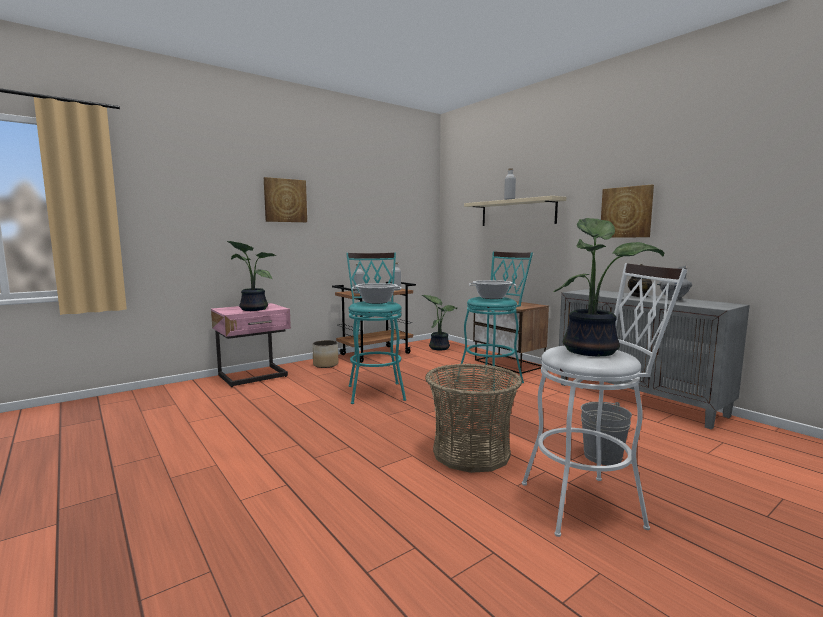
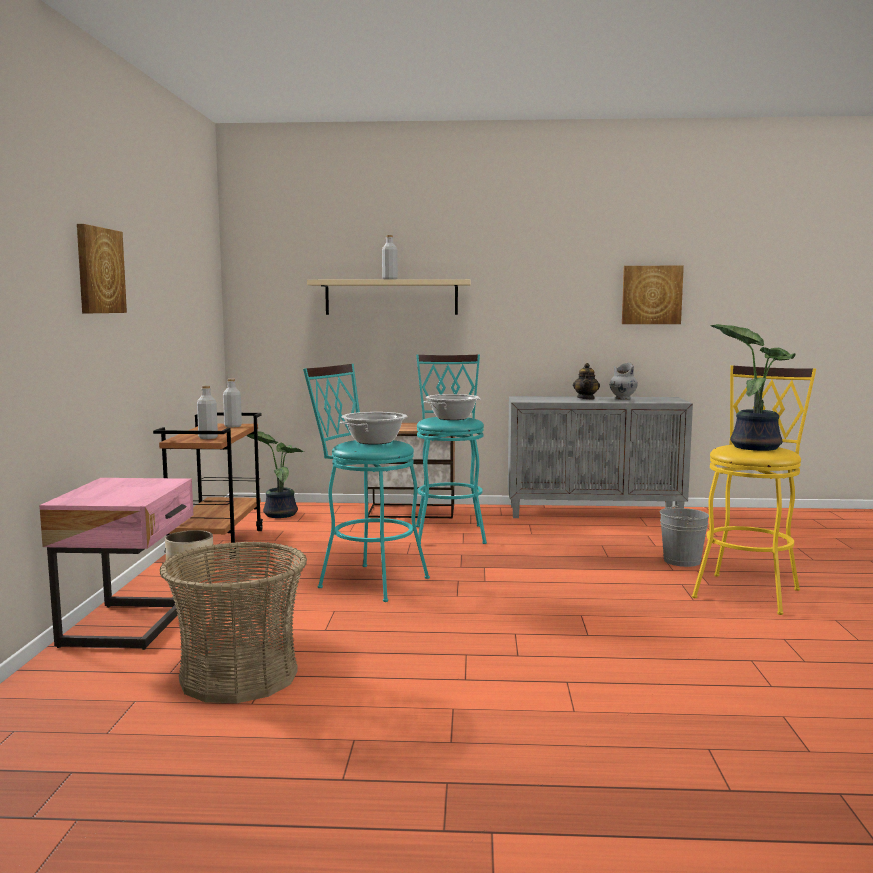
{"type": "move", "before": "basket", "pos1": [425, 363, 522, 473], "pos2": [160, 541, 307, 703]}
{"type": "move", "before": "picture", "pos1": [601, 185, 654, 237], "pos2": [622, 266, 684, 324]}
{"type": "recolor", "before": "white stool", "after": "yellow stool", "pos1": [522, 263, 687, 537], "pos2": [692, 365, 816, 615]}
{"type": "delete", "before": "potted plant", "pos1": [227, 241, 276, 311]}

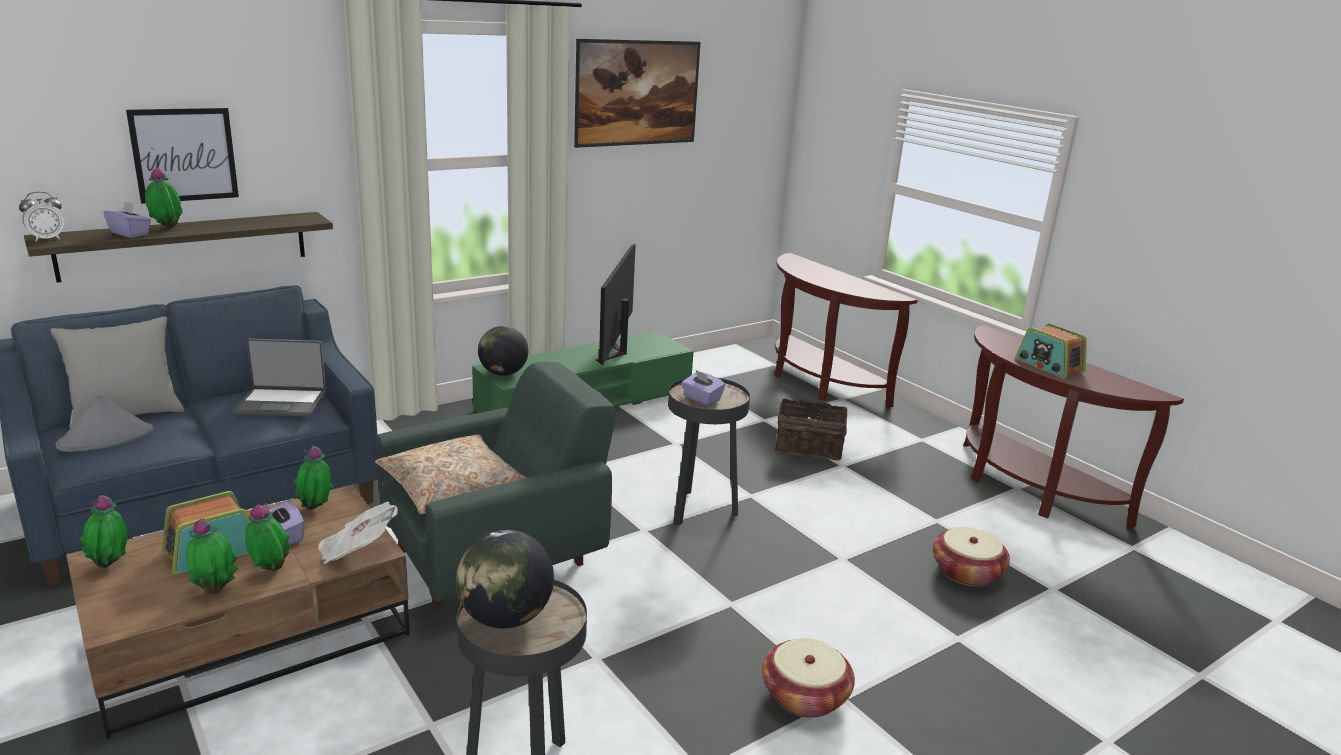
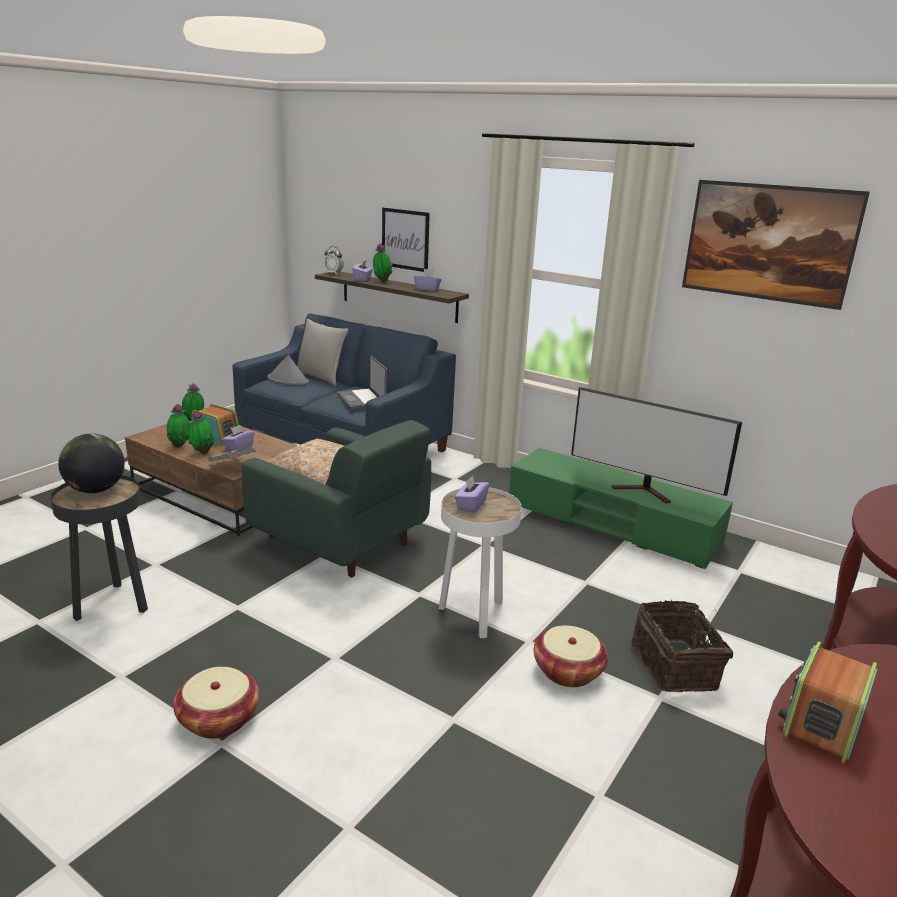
{"type": "insert", "after": "purple tissue box", "pos2": [414, 269, 441, 291]}
{"type": "recolor", "before": "black side table", "after": "white side table", "pos1": [668, 378, 750, 525], "pos2": [439, 488, 522, 638]}
{"type": "move", "before": "basket", "pos1": [933, 527, 1010, 586], "pos2": [534, 625, 608, 687]}
{"type": "rotate", "before": "television", "pos1": [596, 244, 636, 365], "pos2": [571, 387, 742, 503], "turn": -135}
{"type": "delete", "before": "potted plant", "pos1": [294, 446, 334, 510]}
{"type": "delete", "before": "globe", "pos1": [478, 326, 529, 376]}

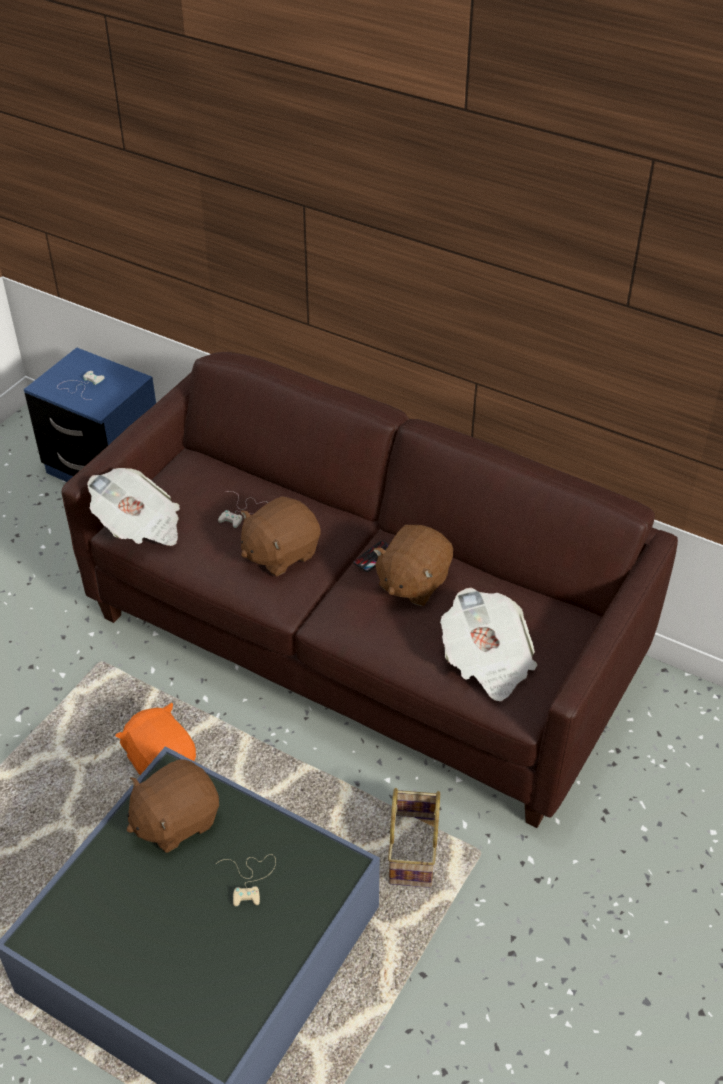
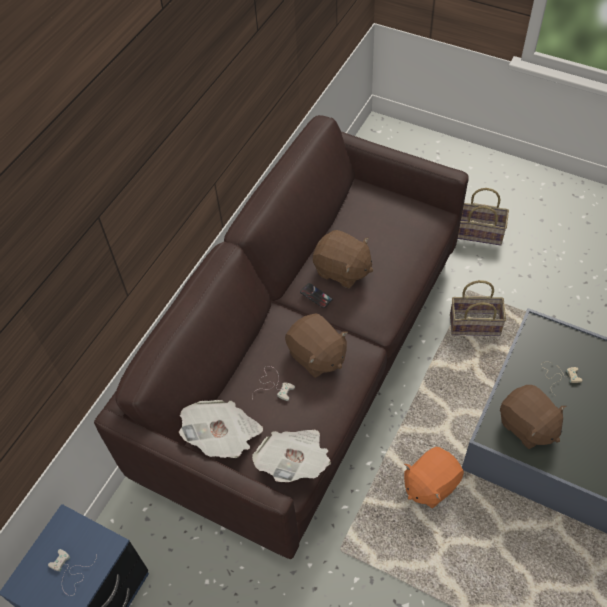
{"type": "move", "before": "newspaper", "pos1": [440, 588, 537, 701], "pos2": [179, 400, 263, 458]}
{"type": "insert", "after": "basket", "pos2": [458, 188, 509, 245]}

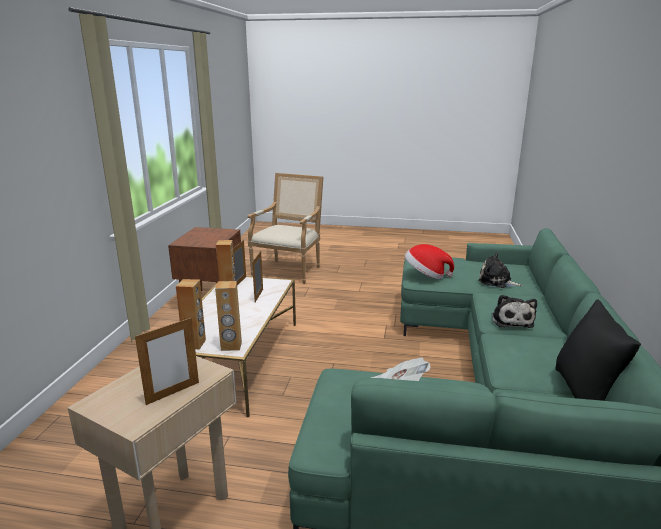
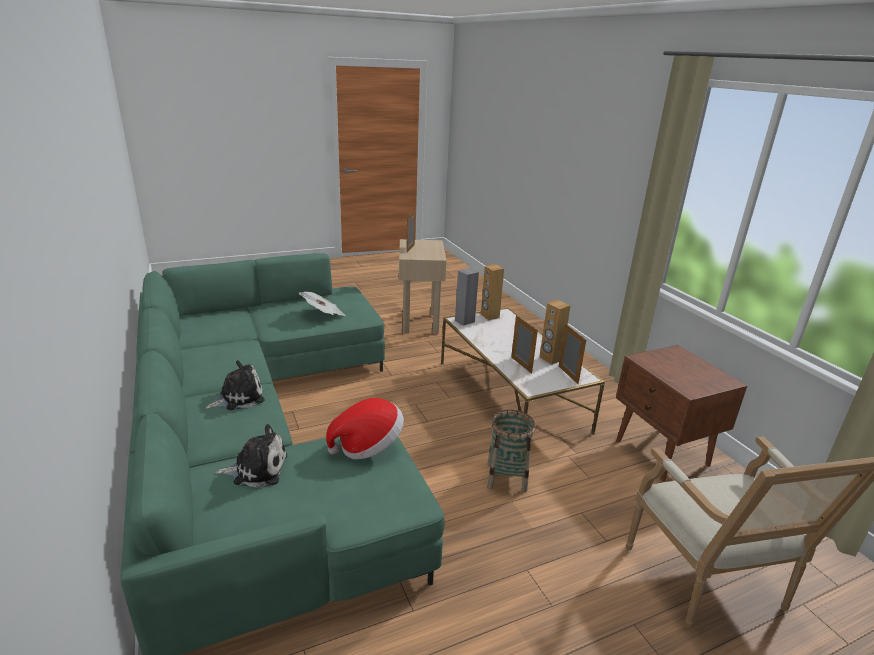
{"type": "rotate", "before": "plush toy", "pos1": [492, 295, 537, 328], "pos2": [205, 360, 265, 410], "turn": 90}
{"type": "recolor", "before": "brown speaker", "after": "grey speaker", "pos1": [215, 281, 242, 351], "pos2": [455, 268, 479, 326]}
{"type": "insert", "after": "basket", "pos2": [487, 409, 535, 492]}
{"type": "delete", "before": "black pillow", "pos1": [555, 300, 641, 401]}

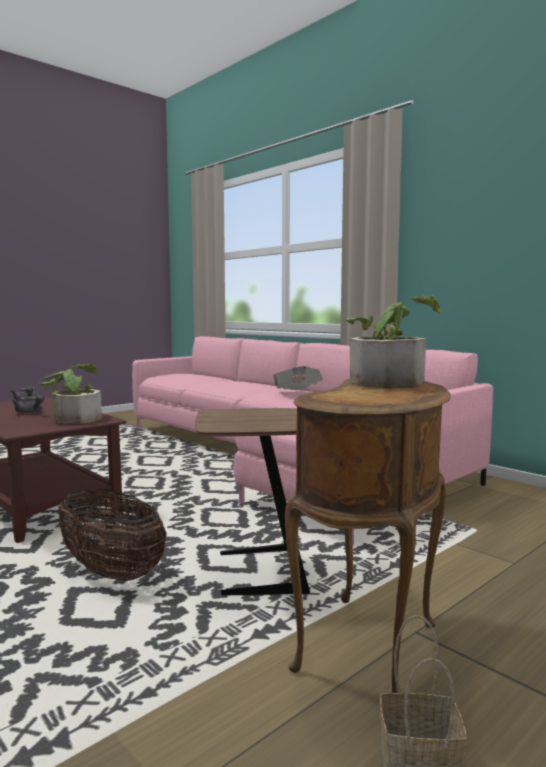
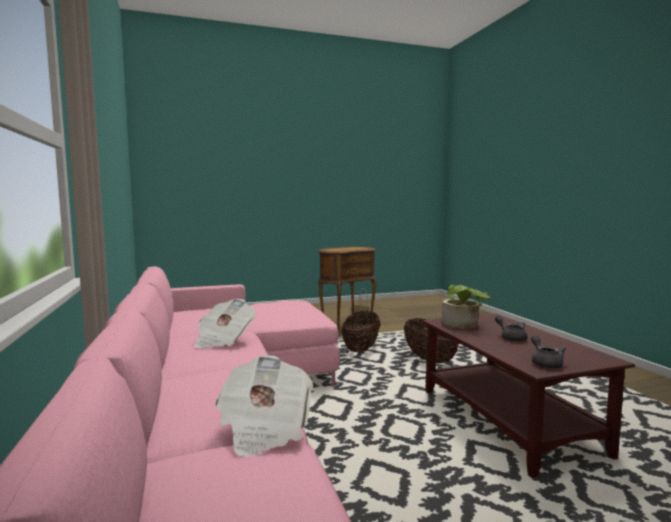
{"type": "insert", "after": "newspaper", "pos2": [216, 355, 313, 457]}
{"type": "replace", "before": "brown side table", "after": "basket", "pos1": [195, 408, 310, 596], "pos2": [341, 311, 381, 352]}
{"type": "delete", "before": "potted plant", "pos1": [345, 296, 441, 389]}

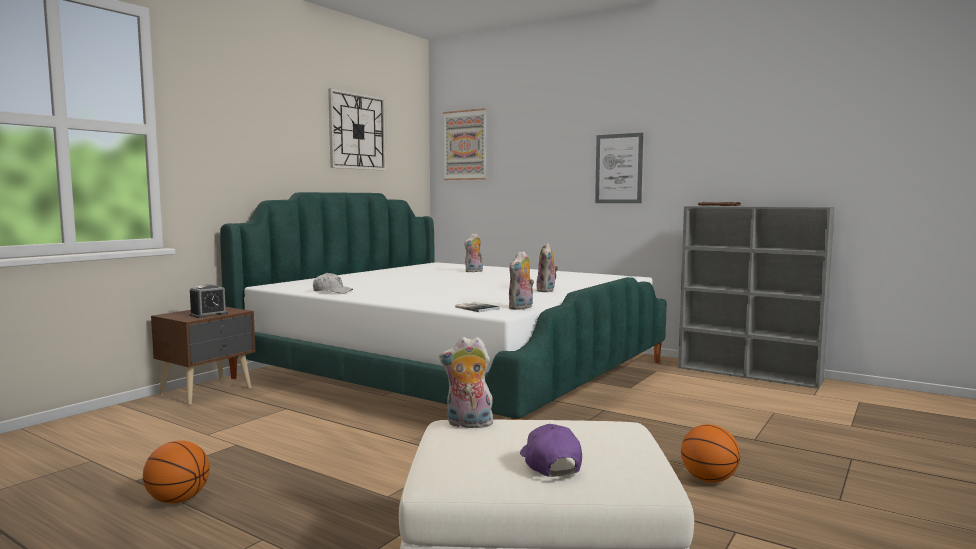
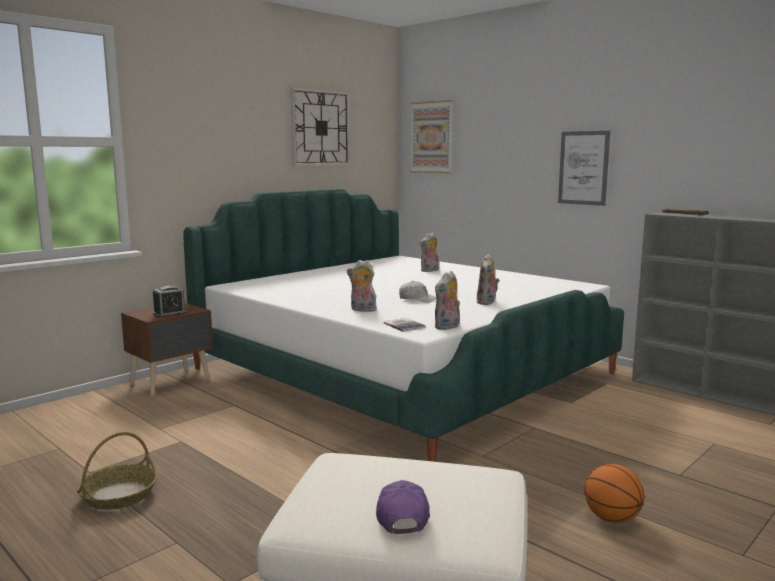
{"type": "replace", "before": "basketball", "after": "basket", "pos1": [143, 440, 210, 503], "pos2": [76, 432, 158, 510]}
{"type": "move", "before": "plush toy", "pos1": [439, 337, 495, 428], "pos2": [347, 260, 377, 312]}
{"type": "move", "before": "white cap", "pos1": [313, 273, 353, 294], "pos2": [399, 281, 436, 303]}

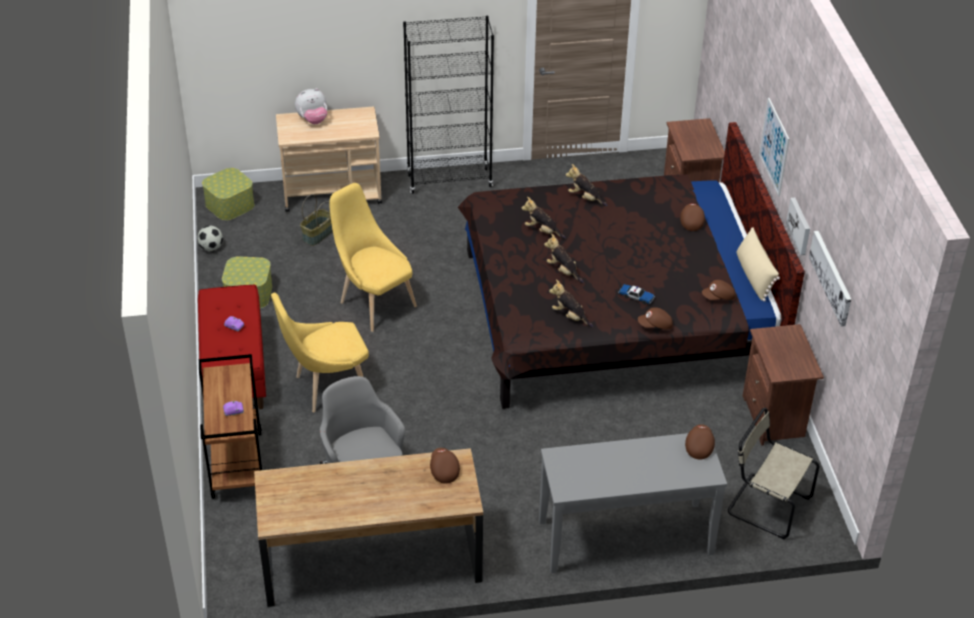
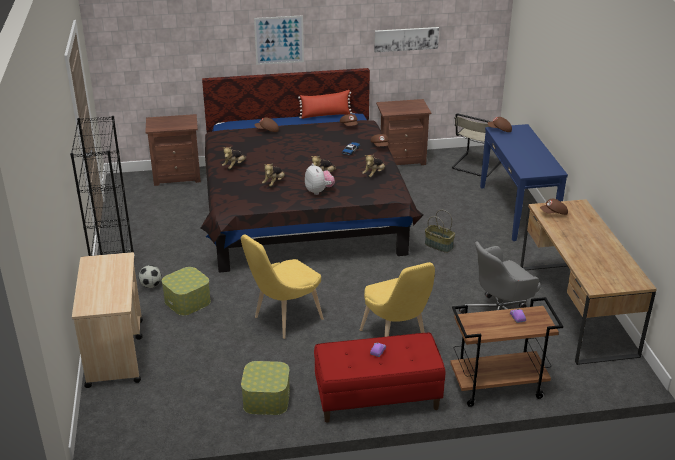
{"type": "move", "before": "football", "pos1": [197, 226, 223, 251], "pos2": [139, 265, 161, 288]}
{"type": "move", "before": "storage box", "pos1": [202, 168, 254, 220], "pos2": [162, 267, 211, 316]}
{"type": "recolor", "before": "beige pillow", "after": "red pillow", "pos1": [736, 227, 780, 302], "pos2": [298, 90, 352, 119]}
{"type": "move", "before": "plush toy", "pos1": [295, 88, 327, 124], "pos2": [305, 163, 335, 195]}
{"type": "move", "before": "basket", "pos1": [300, 194, 333, 246], "pos2": [425, 210, 455, 253]}
{"type": "recolor", "before": "grey console table", "after": "blue console table", "pos1": [539, 433, 727, 574], "pos2": [480, 124, 568, 241]}
{"type": "delete", "before": "picture", "pos1": [786, 198, 810, 256]}

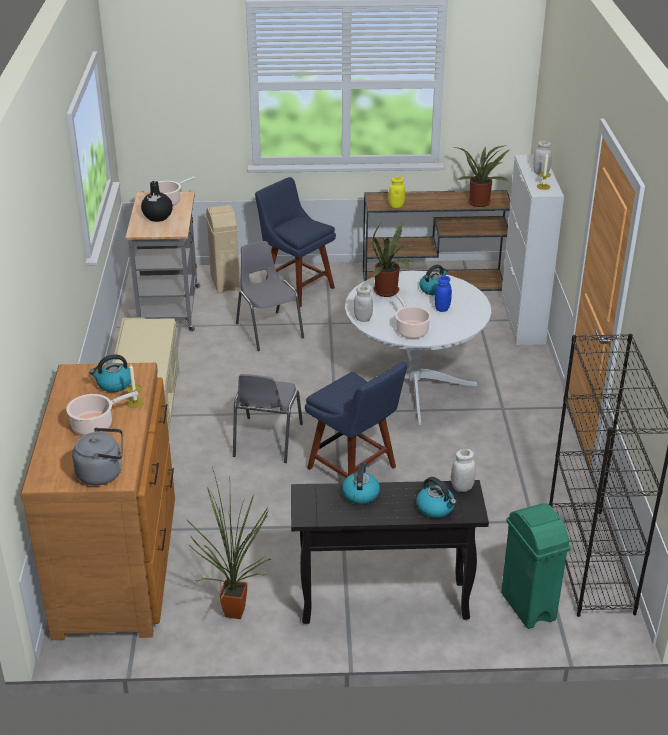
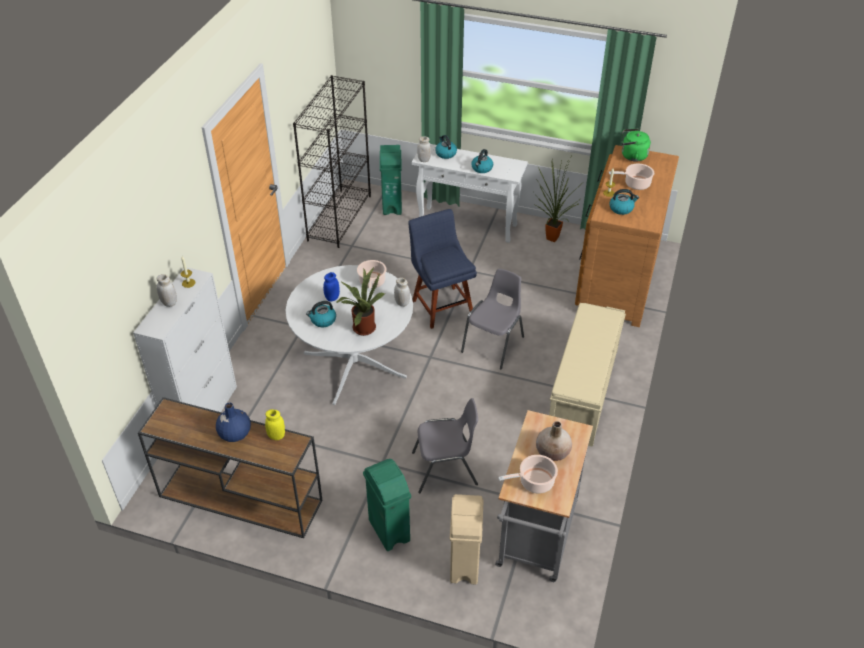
{"type": "insert", "after": "blue vase", "pos2": [216, 403, 251, 442]}
{"type": "replace", "before": "blue chair", "after": "green trash can", "pos1": [255, 177, 336, 307], "pos2": [363, 459, 411, 551]}
{"type": "recolor", "before": "black console table", "after": "white console table", "pos1": [291, 480, 489, 624], "pos2": [412, 144, 528, 243]}
{"type": "rotate", "before": "grey chair", "pos1": [236, 241, 304, 351], "pos2": [412, 398, 478, 493], "turn": -90}
{"type": "recolor", "before": "black vase", "after": "beige vase", "pos1": [141, 181, 173, 222], "pos2": [536, 421, 572, 461]}
{"type": "recolor", "before": "grey kettle", "after": "green kettle", "pos1": [72, 427, 123, 485], "pos2": [622, 128, 651, 162]}
{"type": "delete", "before": "potted plant", "pos1": [454, 145, 509, 207]}

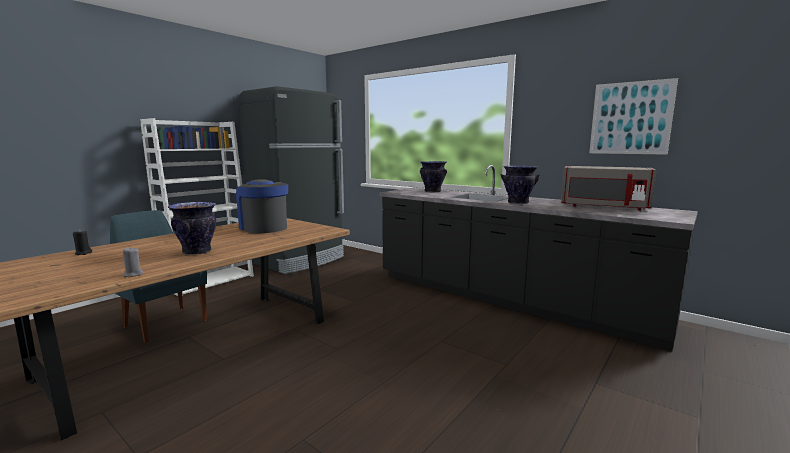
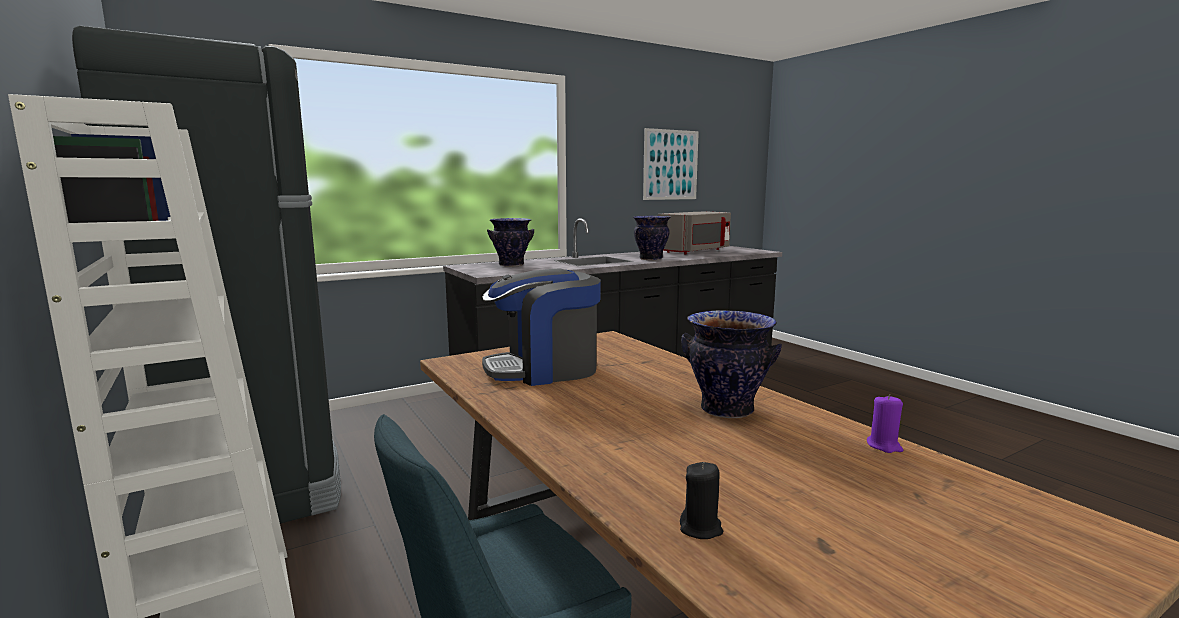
{"type": "recolor", "before": "grey candle", "after": "purple candle", "pos1": [123, 248, 143, 277], "pos2": [867, 394, 903, 453]}

